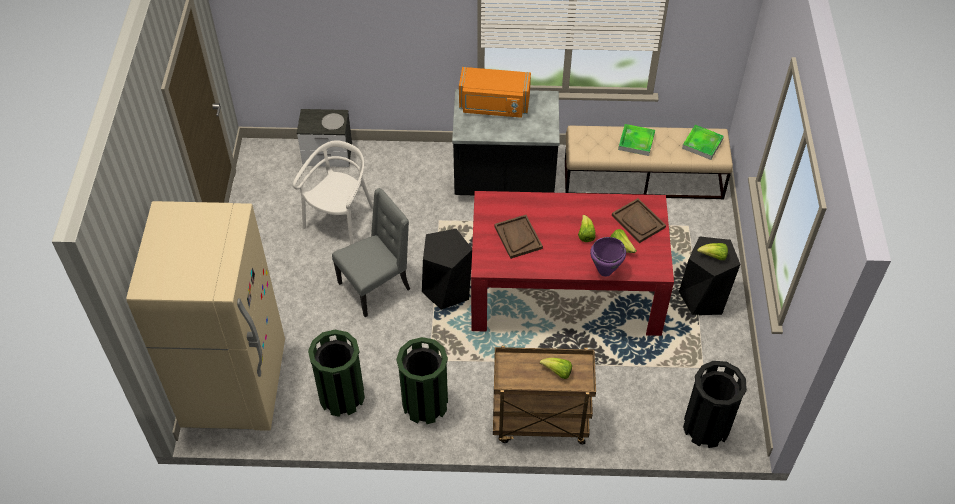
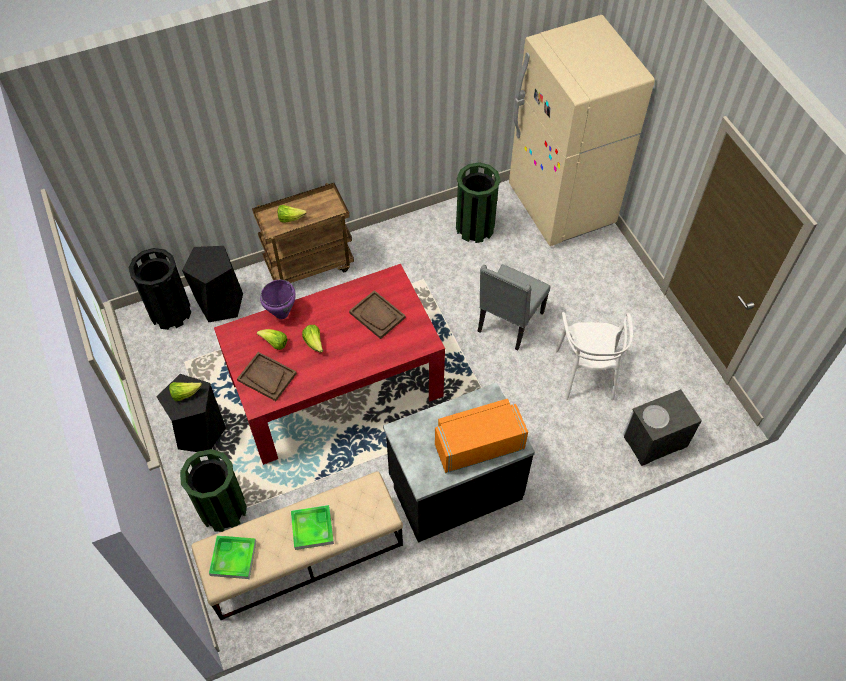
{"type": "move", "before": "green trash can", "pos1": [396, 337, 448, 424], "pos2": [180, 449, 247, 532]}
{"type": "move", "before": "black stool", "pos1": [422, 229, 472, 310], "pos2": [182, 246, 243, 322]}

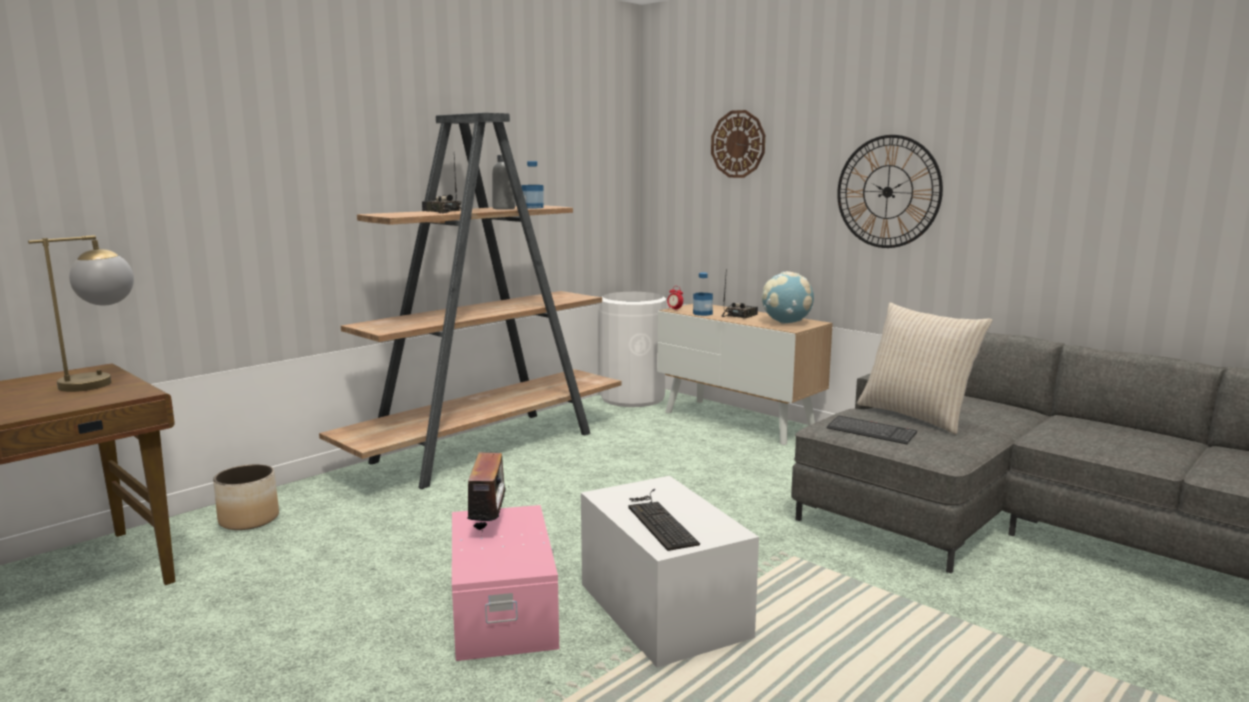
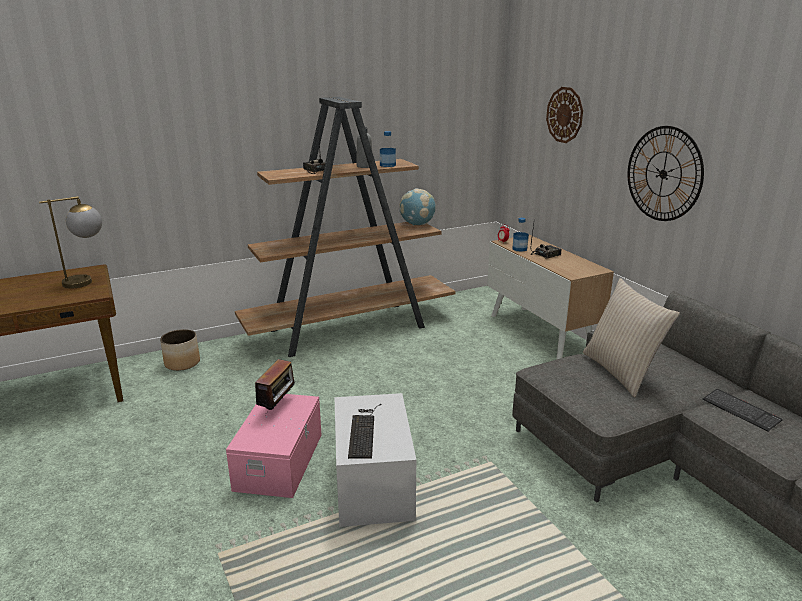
{"type": "move", "before": "globe", "pos1": [762, 271, 814, 324], "pos2": [399, 189, 436, 225]}
{"type": "move", "before": "keyboard", "pos1": [827, 416, 917, 444], "pos2": [703, 389, 783, 431]}
{"type": "delete", "before": "white trash can", "pos1": [600, 292, 666, 407]}

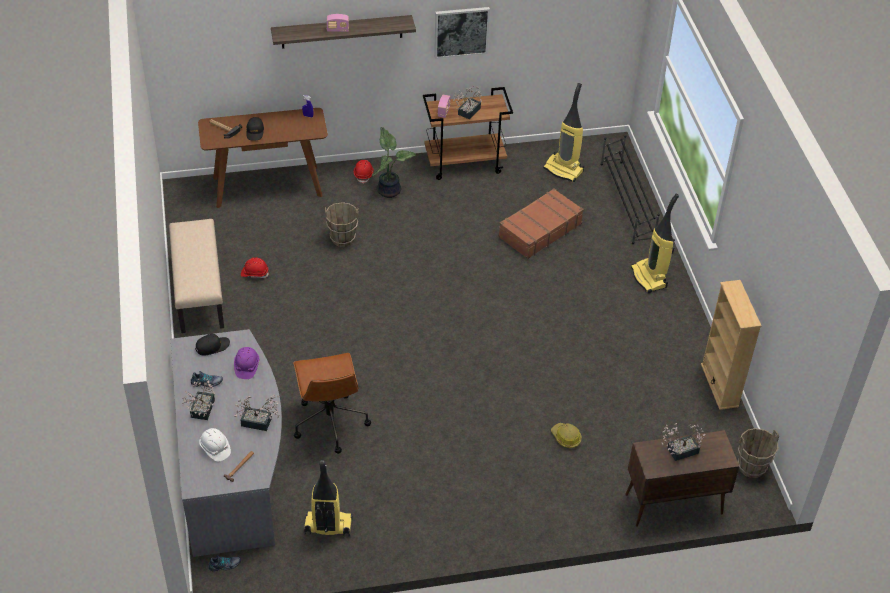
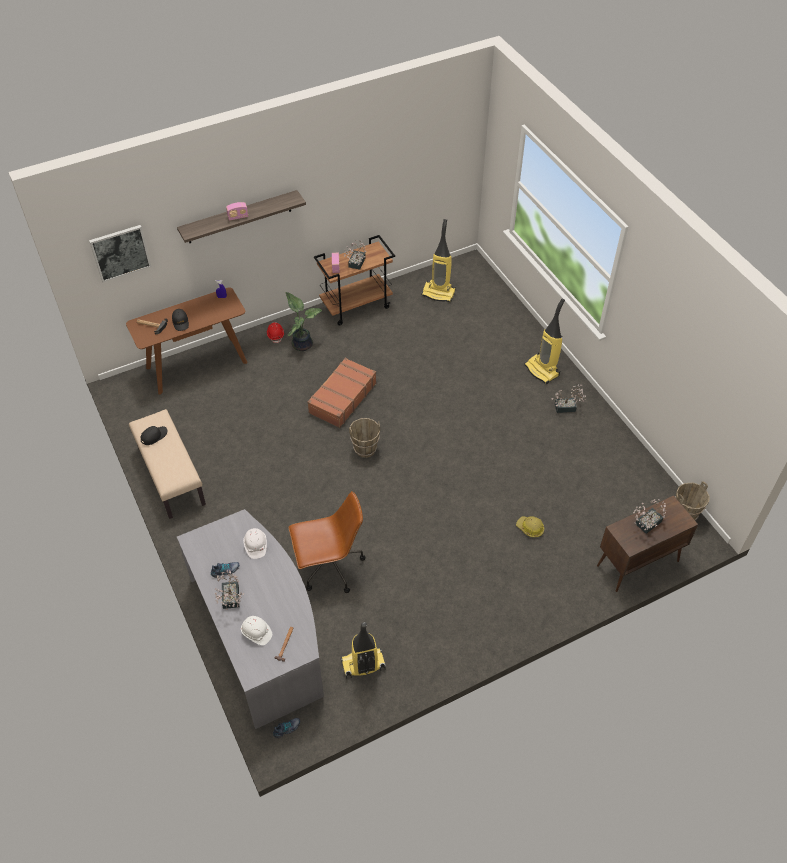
{"type": "move", "before": "picture", "pos1": [434, 7, 490, 59], "pos2": [89, 225, 152, 282]}
{"type": "move", "before": "black cap", "pos1": [195, 334, 230, 356], "pos2": [141, 426, 168, 445]}
{"type": "recolor", "before": "purple hard hat", "after": "white hard hat", "pos1": [234, 347, 259, 379], "pos2": [243, 528, 267, 559]}
{"type": "rotate", "before": "brown office chair", "pos1": [293, 353, 371, 454], "pos2": [289, 491, 366, 593], "turn": -75}
{"type": "move", "before": "brown suitcase", "pos1": [498, 188, 584, 259], "pos2": [307, 358, 377, 428]}
{"type": "move", "before": "brown bucket", "pos1": [325, 202, 359, 247], "pos2": [349, 418, 380, 458]}
{"type": "move", "before": "potted plant", "pos1": [234, 395, 279, 431], "pos2": [552, 384, 586, 413]}
{"type": "delete", "before": "red hard hat", "pos1": [241, 257, 269, 278]}
{"type": "delete", "before": "black shoe rack", "pos1": [601, 135, 660, 244]}
{"type": "delete", "before": "beige bookcase", "pos1": [701, 280, 761, 410]}

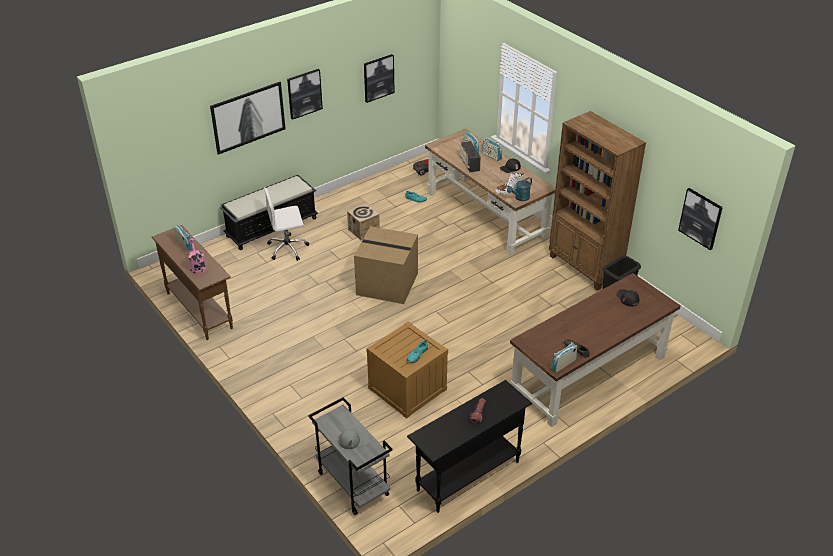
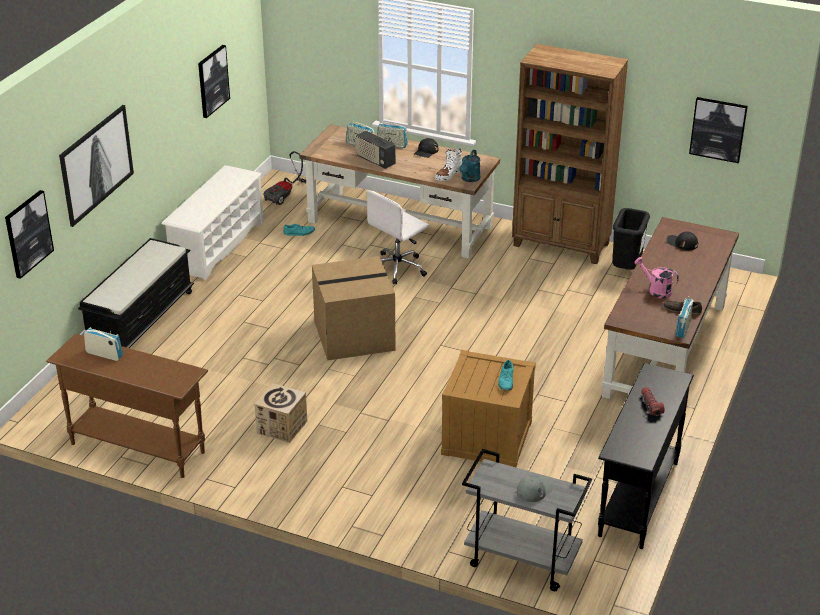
{"type": "move", "before": "picture", "pos1": [287, 69, 323, 120], "pos2": [5, 190, 54, 279]}
{"type": "insert", "after": "white shoe rack", "pos2": [162, 165, 263, 280]}
{"type": "move", "before": "cardboard box", "pos1": [347, 203, 380, 240], "pos2": [255, 383, 308, 443]}
{"type": "move", "before": "white office chair", "pos1": [264, 187, 309, 261], "pos2": [366, 190, 429, 284]}
{"type": "move", "before": "pink watering can", "pos1": [188, 239, 206, 274], "pos2": [634, 257, 679, 299]}

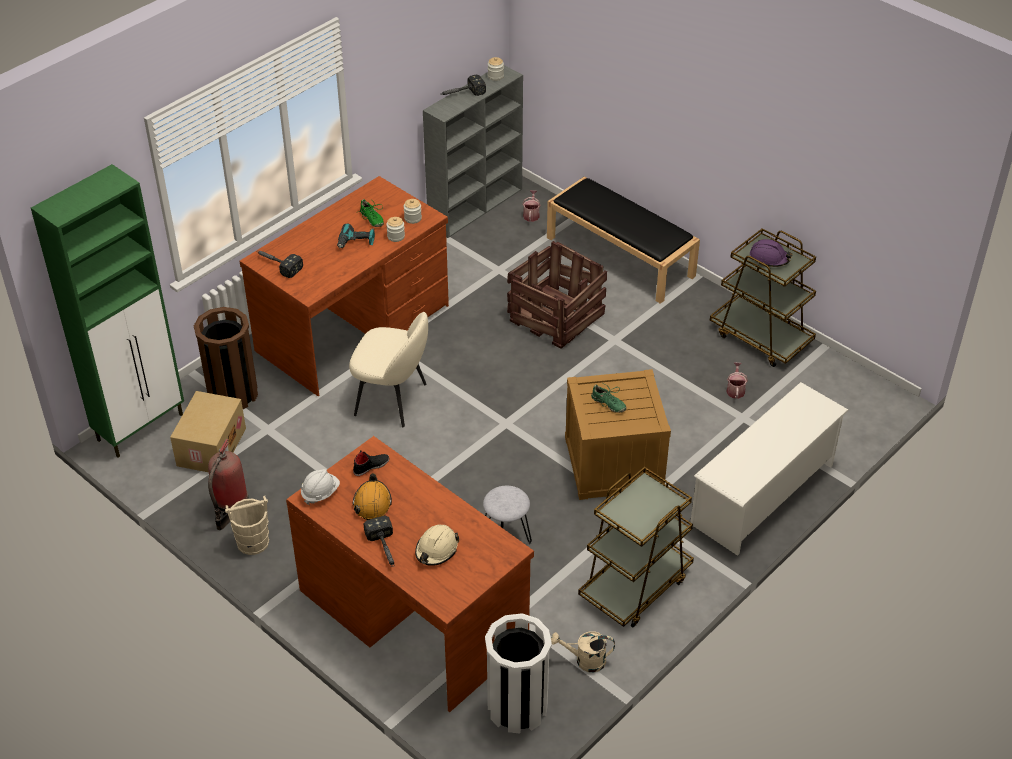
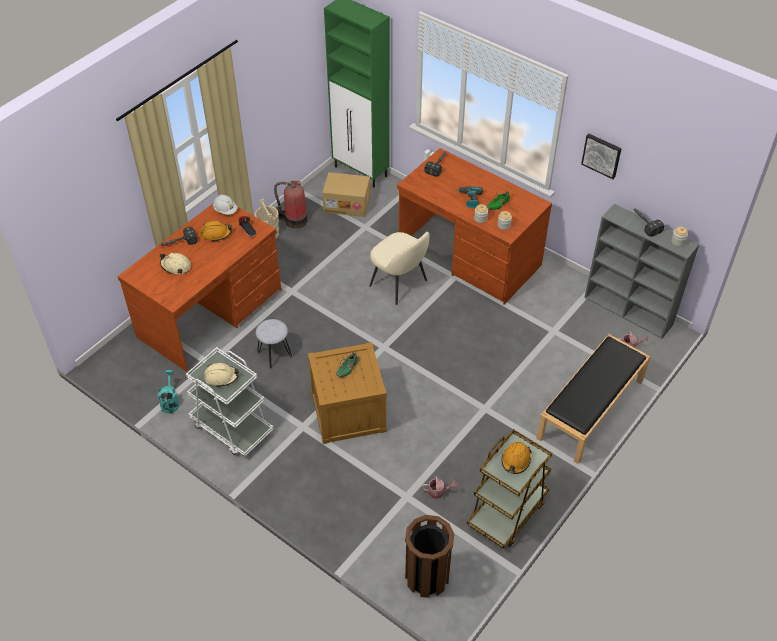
{"type": "recolor", "before": "beige watering can", "after": "turquoise watering can", "pos1": [551, 631, 615, 672], "pos2": [158, 370, 179, 414]}
{"type": "recolor", "before": "brown cart", "after": "white cart", "pos1": [578, 466, 694, 628], "pos2": [186, 347, 274, 456]}
{"type": "insert", "after": "beige hard hat", "pos2": [204, 363, 239, 387]}
{"type": "rotate", "before": "beige chair", "pos1": [349, 312, 428, 427], "pos2": [369, 232, 429, 305], "turn": -60}
{"type": "move", "before": "brown trash can", "pos1": [194, 307, 258, 409], "pos2": [405, 515, 454, 598]}
{"type": "recolor", "before": "purple hard hat", "after": "orange hard hat", "pos1": [750, 239, 793, 267], "pos2": [501, 442, 532, 474]}
{"type": "insert", "after": "picture", "pos2": [581, 134, 622, 179]}
{"type": "delete", "before": "white trash can", "pos1": [485, 613, 552, 734]}
{"type": "delete", "before": "crate", "pos1": [507, 241, 607, 349]}
{"type": "delete", "before": "white shoe rack", "pos1": [690, 382, 849, 556]}

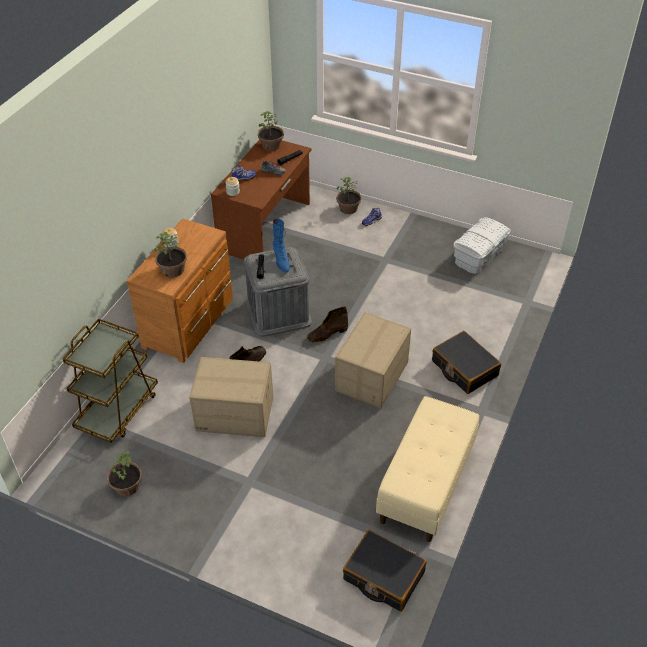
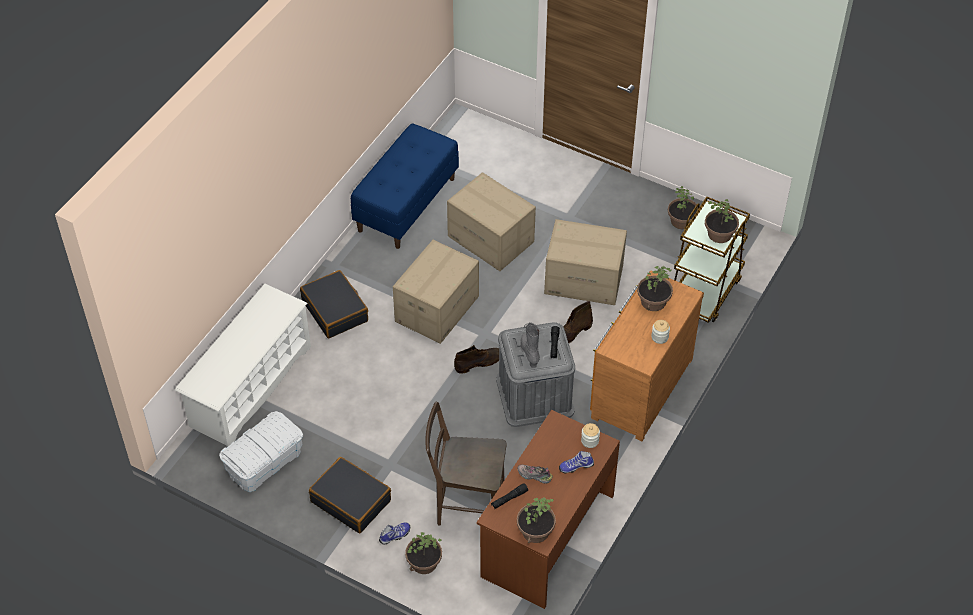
{"type": "insert", "after": "white shoe rack", "pos2": [175, 284, 311, 447]}
{"type": "move", "before": "black suitcase", "pos1": [343, 530, 427, 612], "pos2": [309, 457, 391, 533]}
{"type": "recolor", "before": "beige bench", "after": "blue bench", "pos1": [376, 396, 479, 542], "pos2": [351, 123, 459, 249]}
{"type": "insert", "after": "brown chair", "pos2": [426, 402, 507, 525]}
{"type": "insert", "after": "cardboard box", "pos2": [447, 172, 536, 271]}
{"type": "recolor", "before": "blue boot", "after": "grey boot", "pos1": [272, 218, 290, 273], "pos2": [520, 322, 540, 368]}
{"type": "insert", "after": "potted plant", "pos2": [704, 199, 739, 243]}

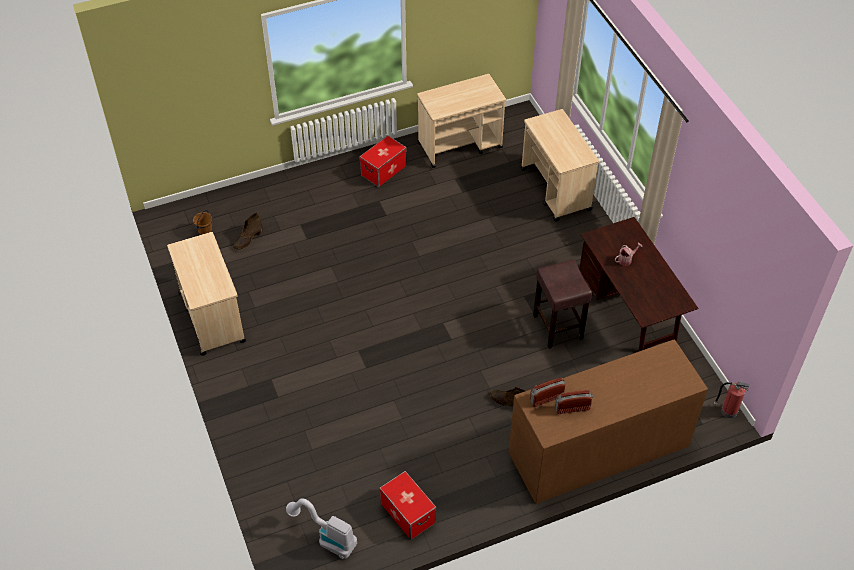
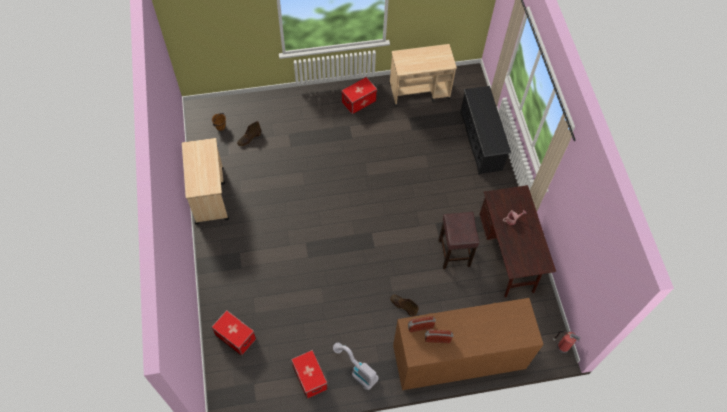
{"type": "insert", "after": "storage box", "pos2": [211, 310, 256, 356]}
{"type": "move", "before": "vacuum cleaner", "pos1": [286, 498, 357, 559], "pos2": [333, 343, 379, 390]}
{"type": "replace", "before": "beige cart", "after": "black shoe rack", "pos1": [521, 109, 599, 221], "pos2": [460, 86, 511, 175]}

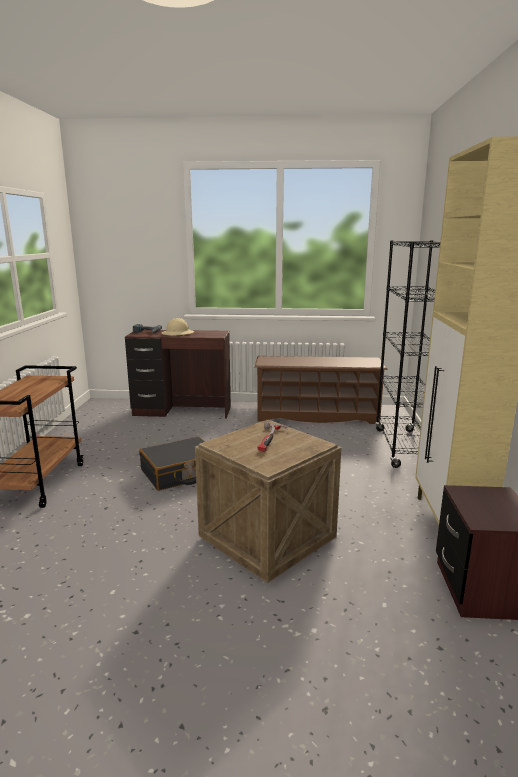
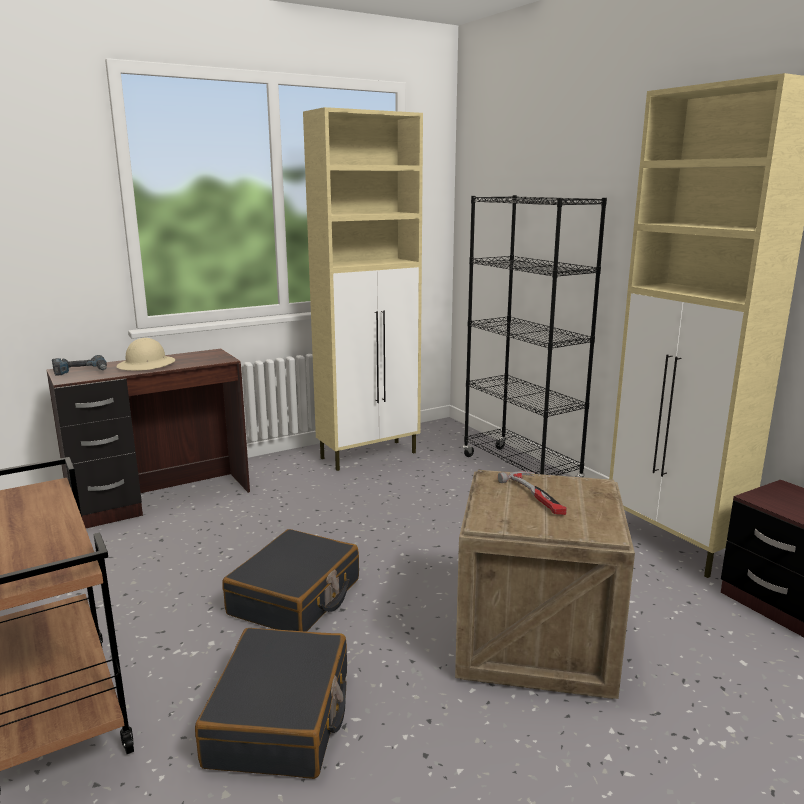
{"type": "insert", "after": "black suitcase", "pos2": [195, 628, 347, 779]}
{"type": "replace", "before": "brown shoe rack", "after": "beige cabinet", "pos1": [254, 356, 388, 424], "pos2": [303, 107, 423, 471]}

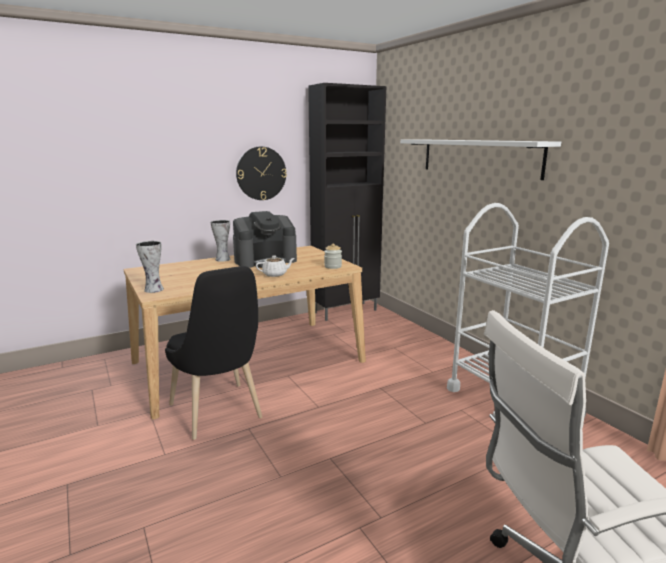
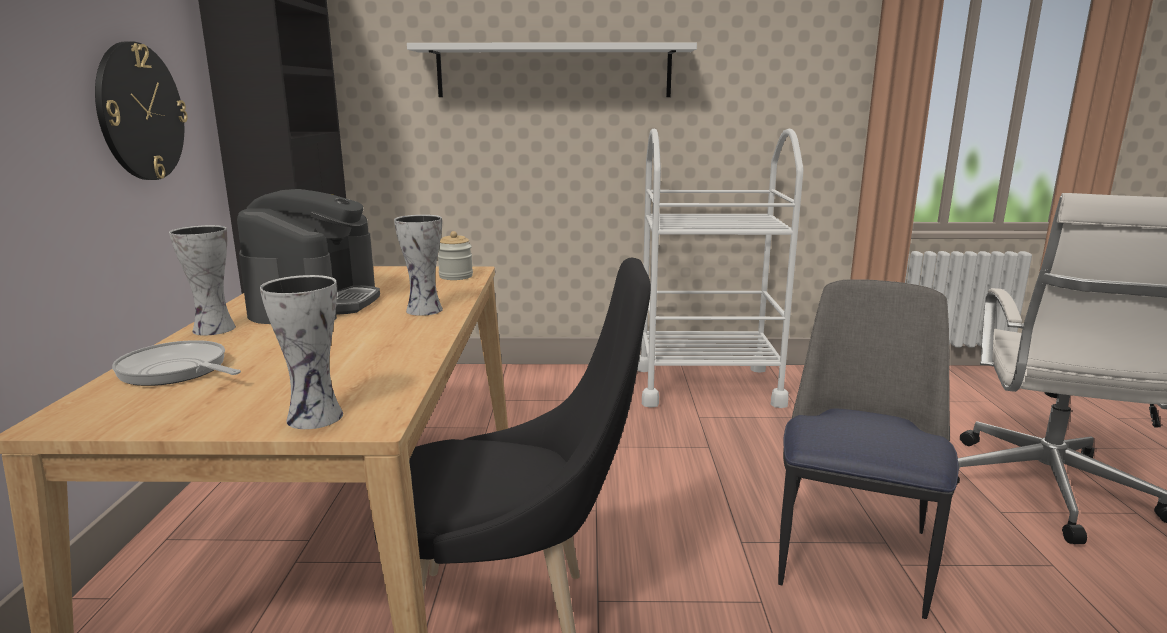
{"type": "insert", "after": "frying pan", "pos2": [112, 340, 241, 386]}
{"type": "replace", "before": "white teapot", "after": "vase", "pos1": [256, 255, 295, 277], "pos2": [394, 215, 443, 316]}
{"type": "insert", "after": "chair", "pos2": [778, 279, 959, 619]}

